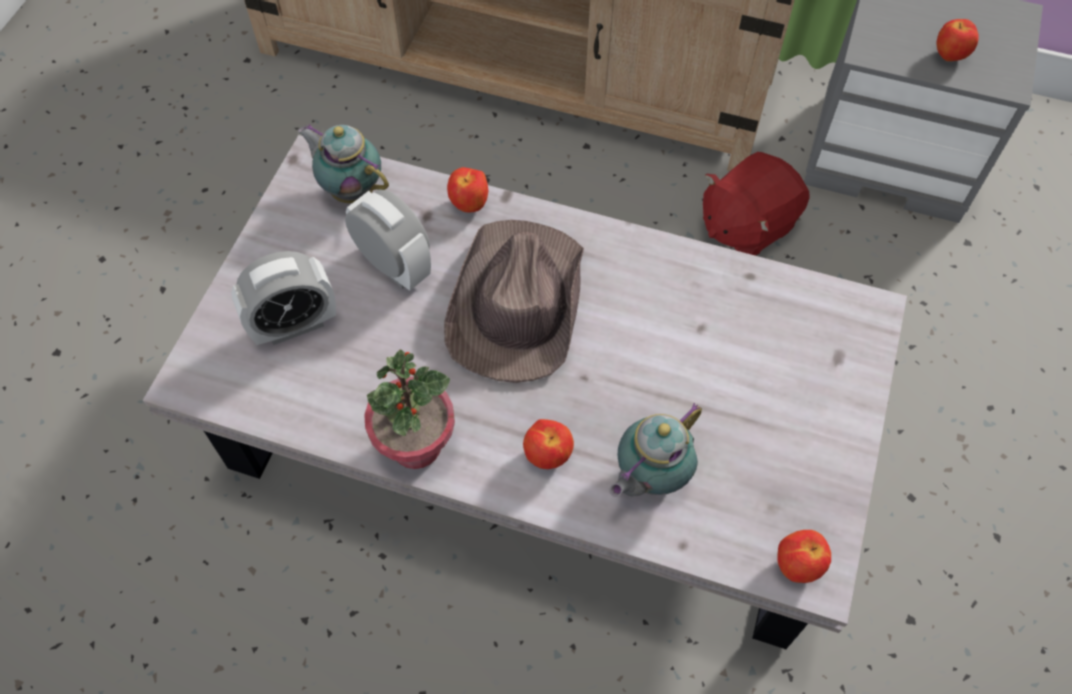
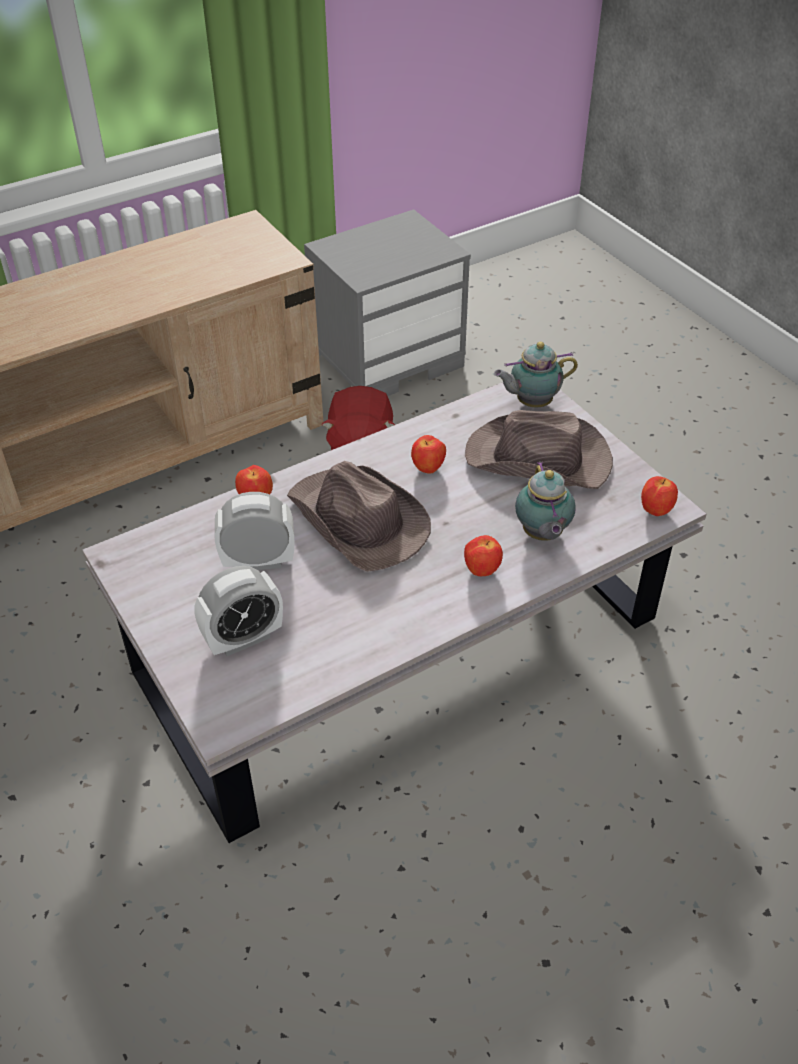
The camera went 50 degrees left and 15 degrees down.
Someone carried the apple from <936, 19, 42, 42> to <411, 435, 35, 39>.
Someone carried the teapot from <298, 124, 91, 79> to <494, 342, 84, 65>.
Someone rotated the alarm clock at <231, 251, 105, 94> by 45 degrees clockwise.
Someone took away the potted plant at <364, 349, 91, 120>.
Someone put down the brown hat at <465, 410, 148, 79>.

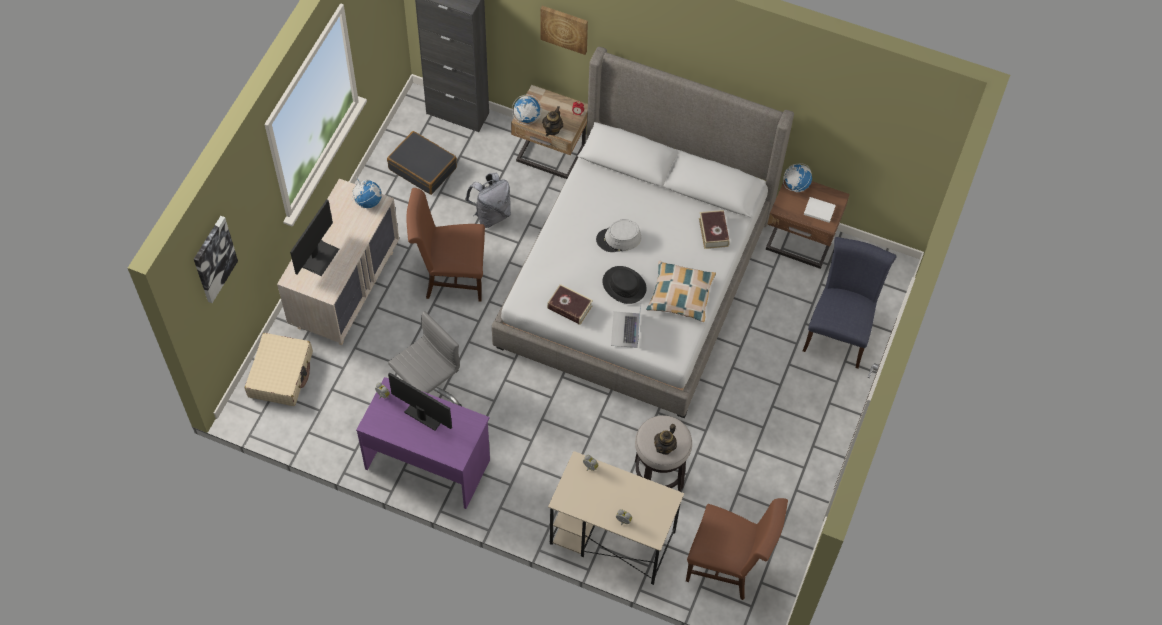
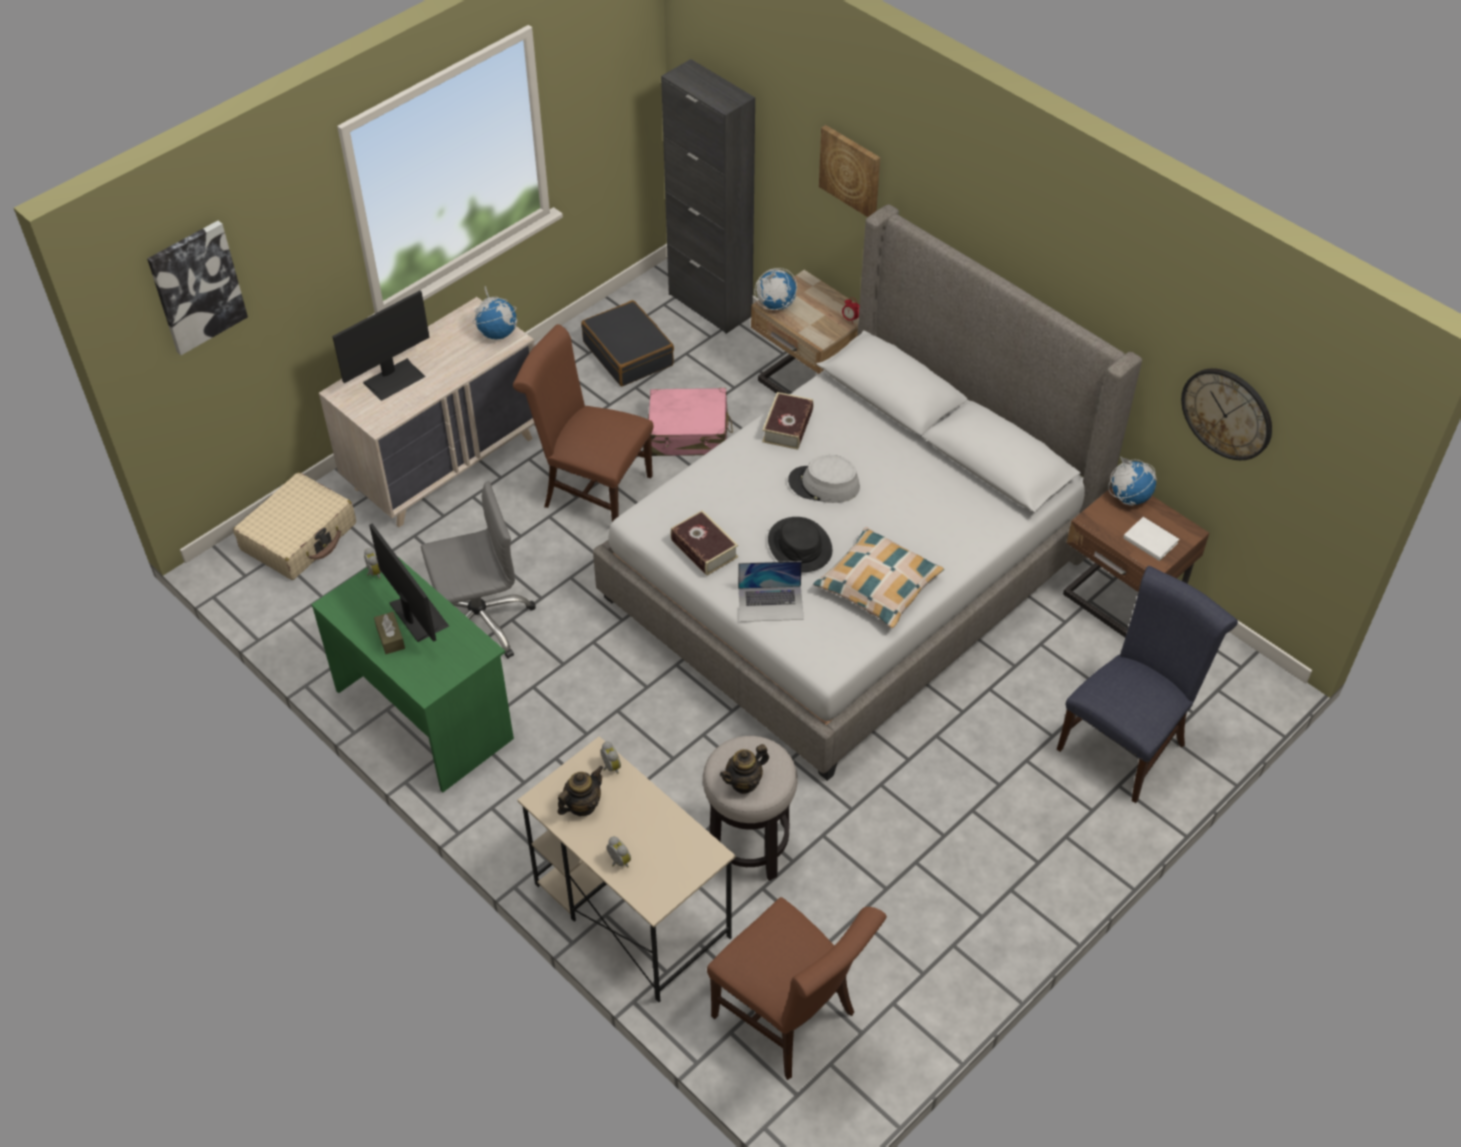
The camera went 25 degrees right and 10 degrees down.
Someone carried the teapot from <542, 106, 21, 30> to <558, 766, 45, 50>.
Someone swapped the grey backpack at <465, 172, 46, 56> for the pink suitcase at <648, 388, 85, 68>.
Someone carried the book from <699, 210, 31, 39> to <762, 392, 51, 58>.
Someone rotated the laptop at <611, 305, 30, 43> by 120 degrees counterclockwise.
Someone repainted the purple desk at <356, 377, 134, 132>, which became the green desk at <311, 556, 203, 236>.
Someone put up the wall clock at <1181, 368, 91, 92>.
Someone put down the brown tissue box at <374, 612, 31, 42>.

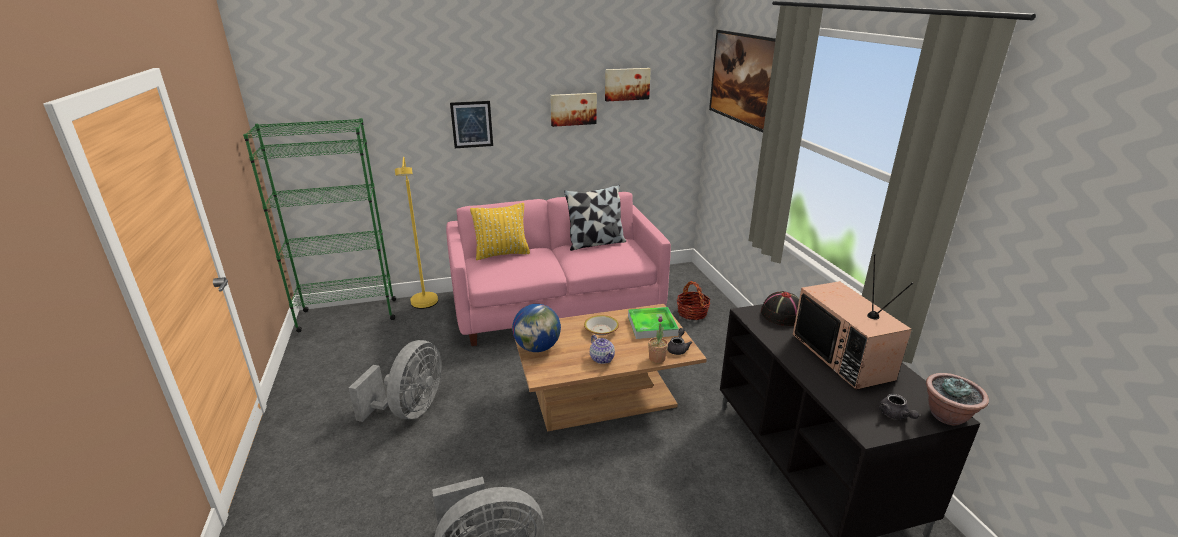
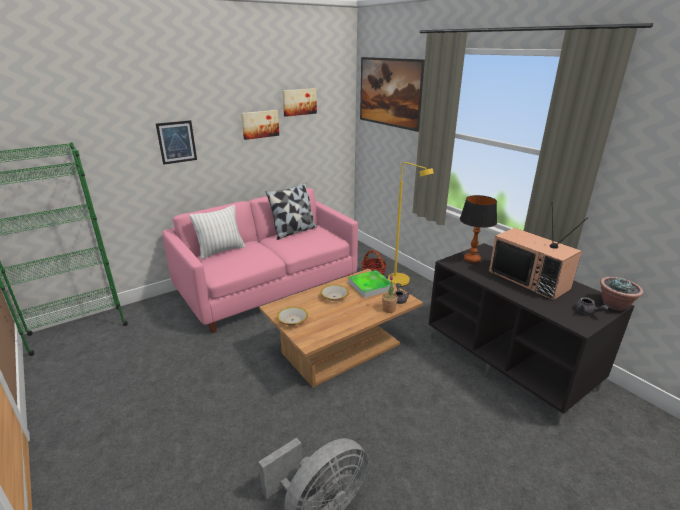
The camera went 20 degrees left and 0 degrees up.
Someone carried the yellow floor lamp from <395, 157, 43, 152> to <388, 162, 46, 125>.
Someone repainted the yellow pillow at <470, 203, 60, 57>, which became the white pillow at <190, 205, 55, 54>.
Someone swapped the black hat at <761, 291, 38, 35> for the table lamp at <460, 195, 37, 68>.
Someone swapped the globe at <512, 304, 49, 48> for the bowl at <277, 307, 31, 19>.
Someone took away the teapot at <590, 335, 25, 29>.
Someone took away the grey fan at <349, 340, 92, 82>.

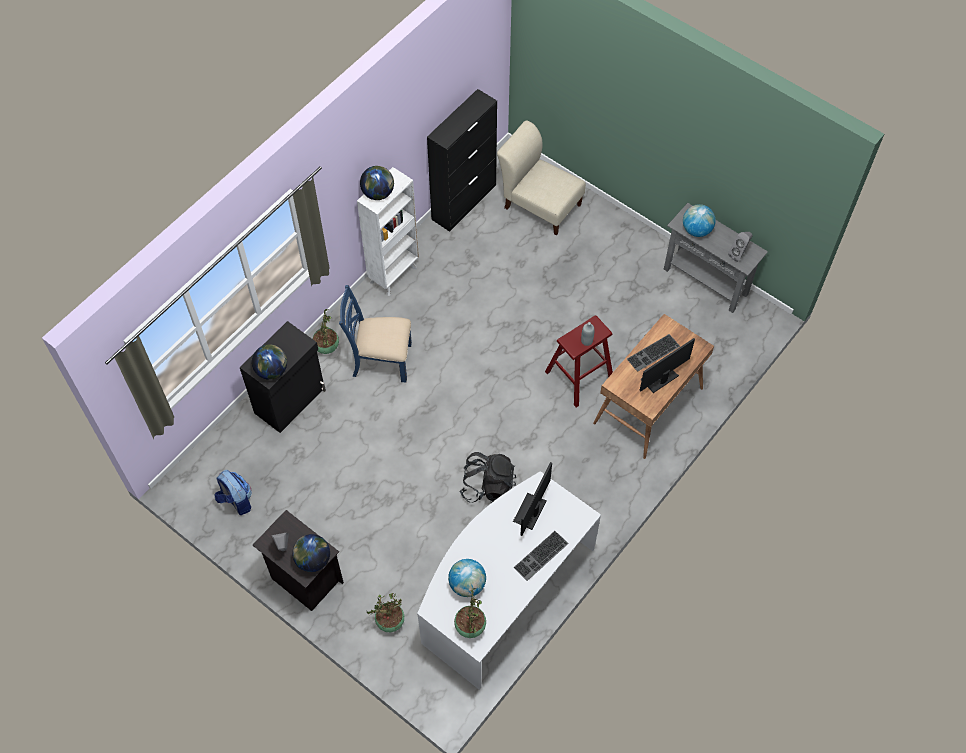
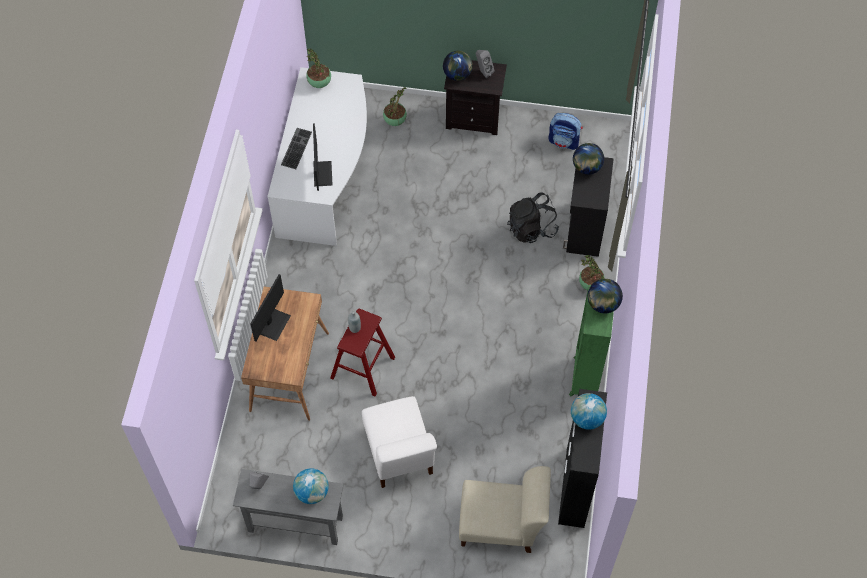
The camera went 150 degrees right and 0 degrees up.
Someone repainted the white bookcase at <357, 167, 62, 129>, which became the green bookcase at <569, 285, 45, 111>.
Someone took away the blue chair at <339, 285, 73, 97>.
Someone took away the keyboard at <627, 334, 53, 38>.
Someone carried the black backpack from <459, 452, 57, 51> to <507, 192, 52, 51>.
Someone carried the globe from <448, 559, 38, 38> to <571, 393, 36, 37>.
Someone put down the white chair at <362, 396, 75, 92>.

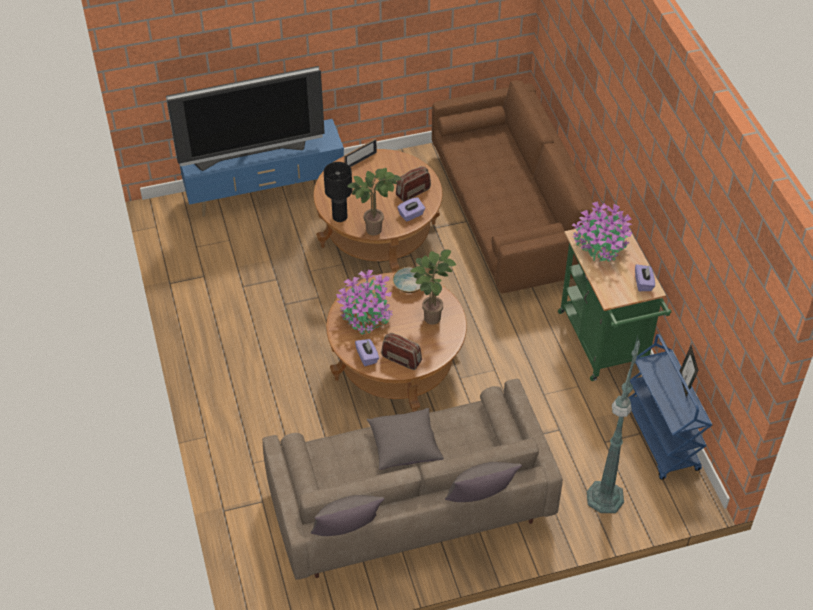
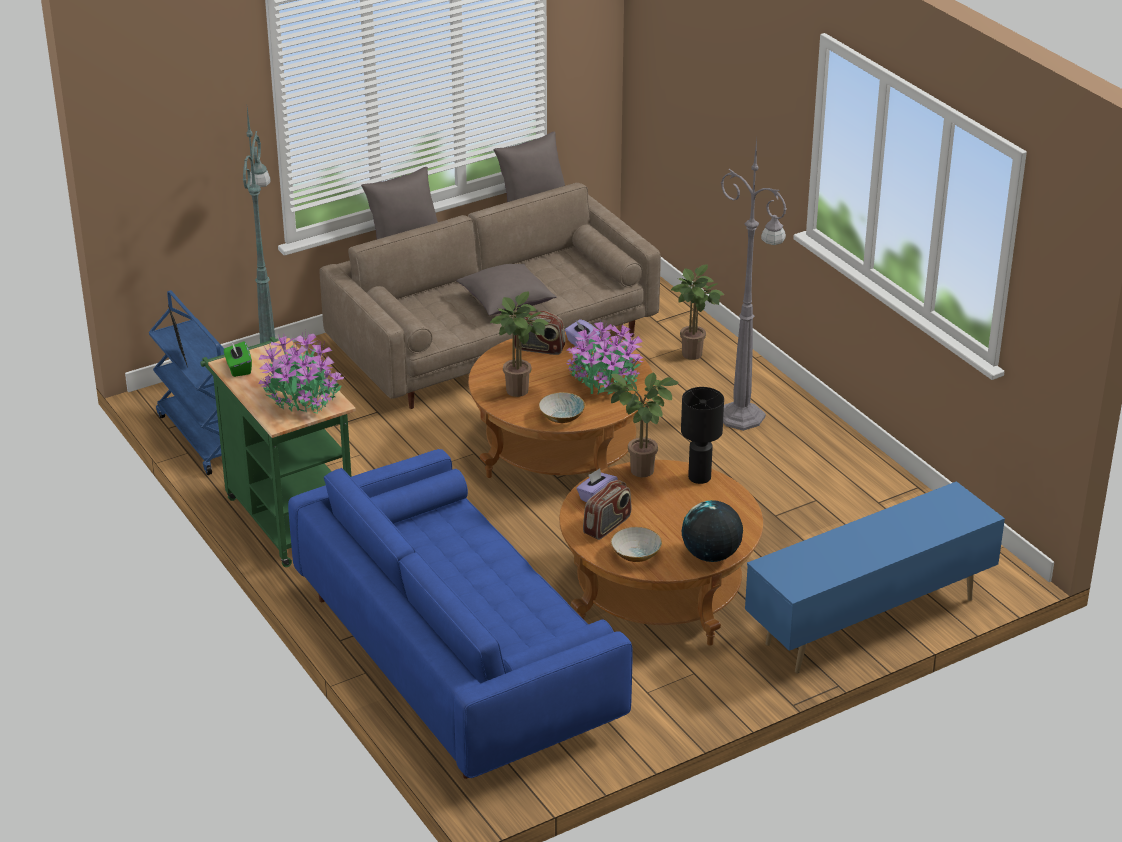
The camera went 165 degrees right and 15 degrees down.
Someone took away the television at <166, 66, 159, 105>.
Someone repainted the brown sofa at <432, 80, 172, 214>, which became the blue sofa at <288, 449, 345, 330>.
Someone swapped the picture frame at <344, 138, 33, 29> for the globe at <682, 500, 61, 62>.
Someone repainted the purple tissue box at <635, 264, 20, 27>, which became the green tissue box at <224, 341, 28, 36>.
Someone put down the grey floor lamp at <721, 138, 66, 293>.
Someone put down the potted plant at <671, 264, 53, 96>.
Someone put down the bowl at <611, 527, 51, 35>.

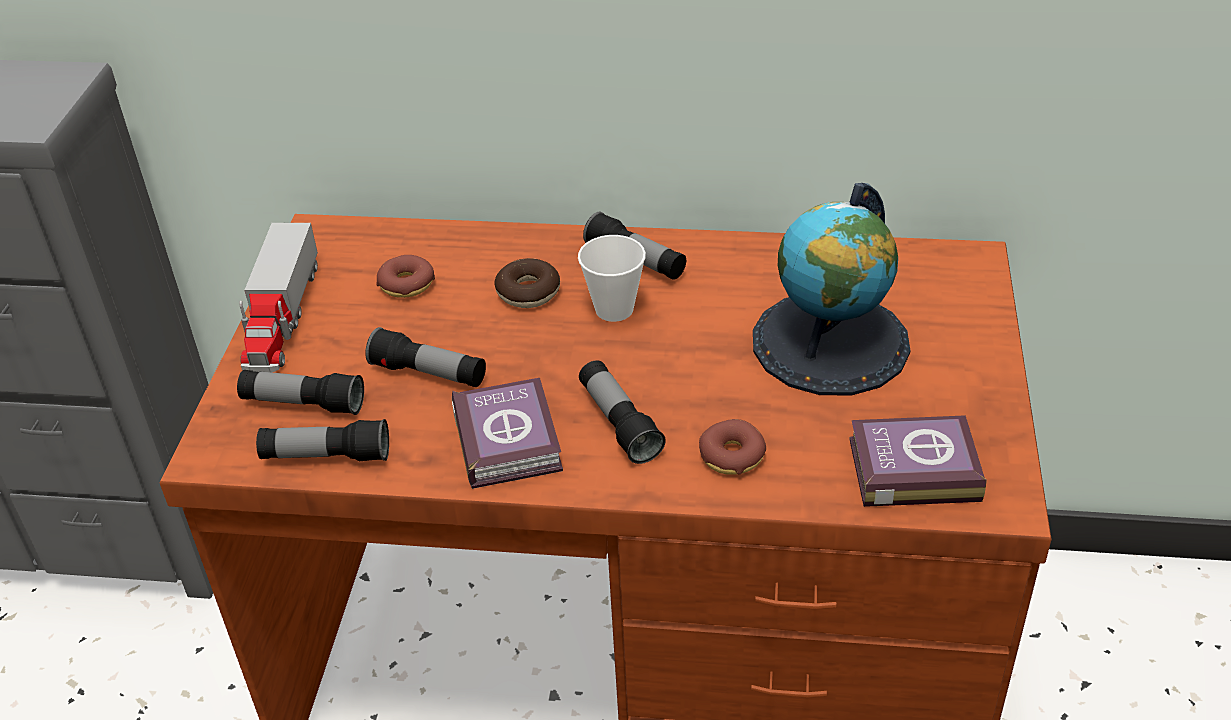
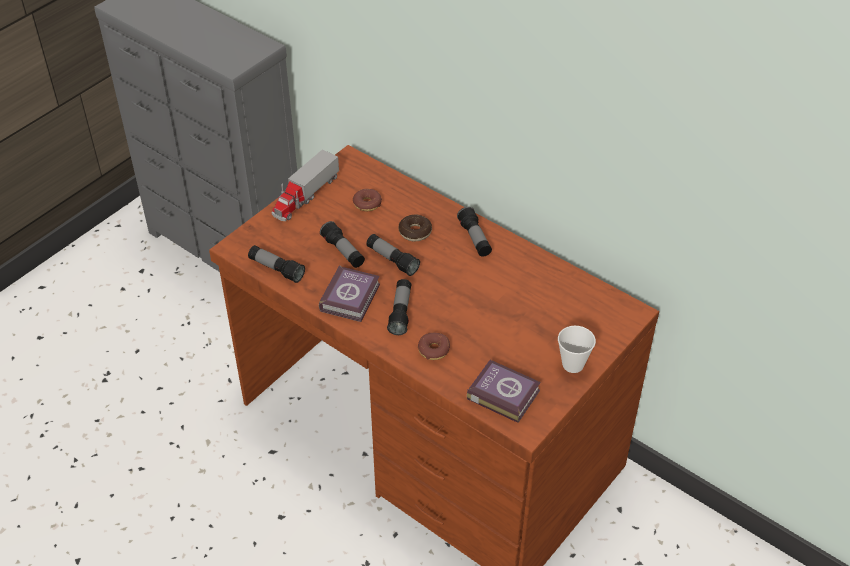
The camera went 30 degrees right and 5 degrees up.
Someone took away the globe at <753, 183, 157, 212>.
Someone carried the cup from <578, 235, 68, 87> to <558, 326, 38, 47>.
Someone carried the flashlight from <237, 370, 127, 45> to <366, 234, 54, 42>.

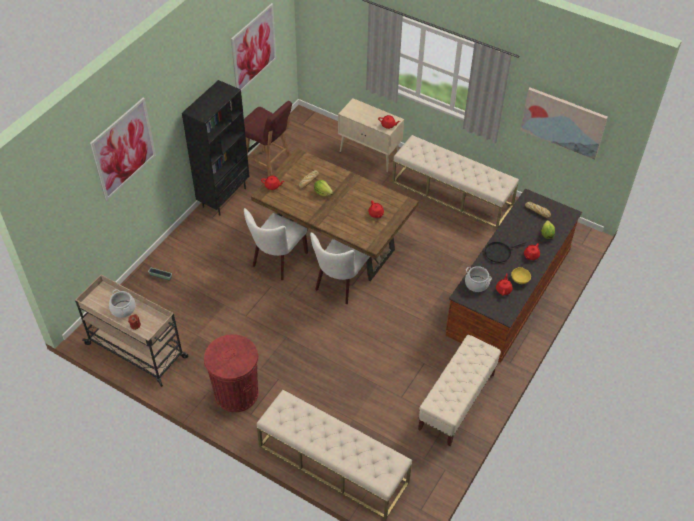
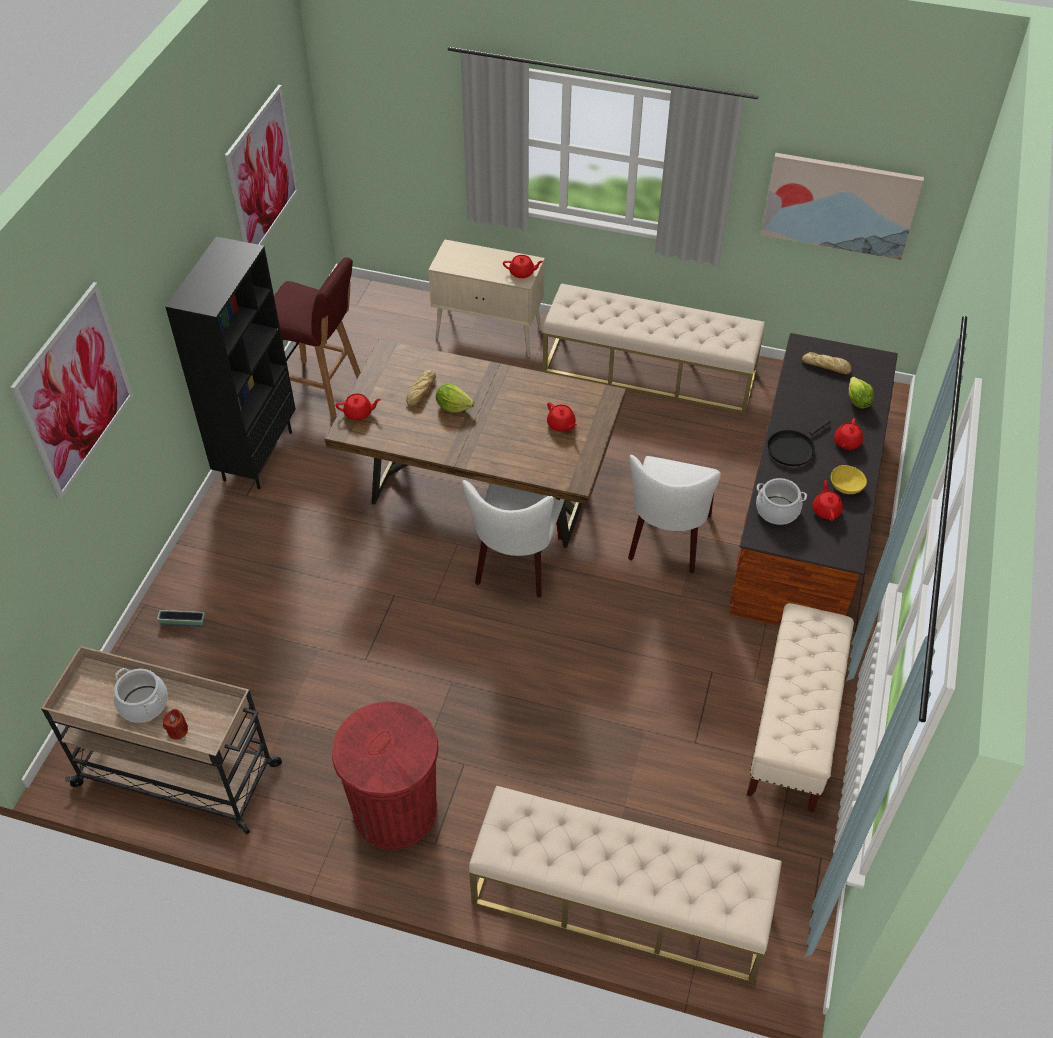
The camera went 15 degrees left and 0 degrees up.
Someone carried the white chair from <244, 208, 64, 72> to <628, 455, 93, 118>.

